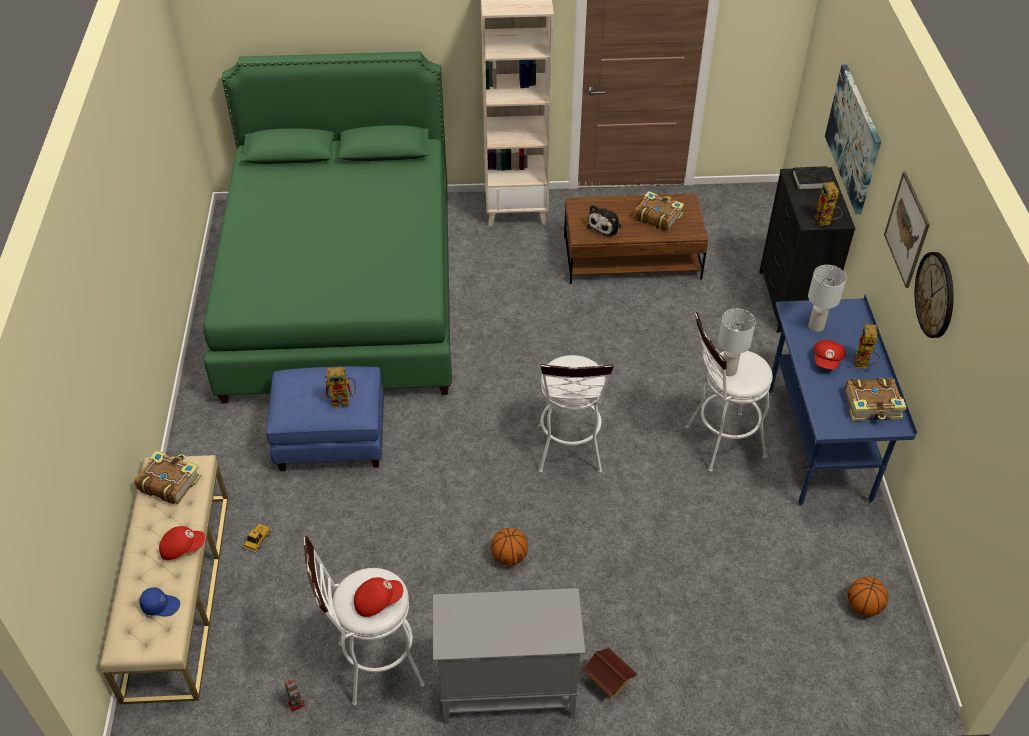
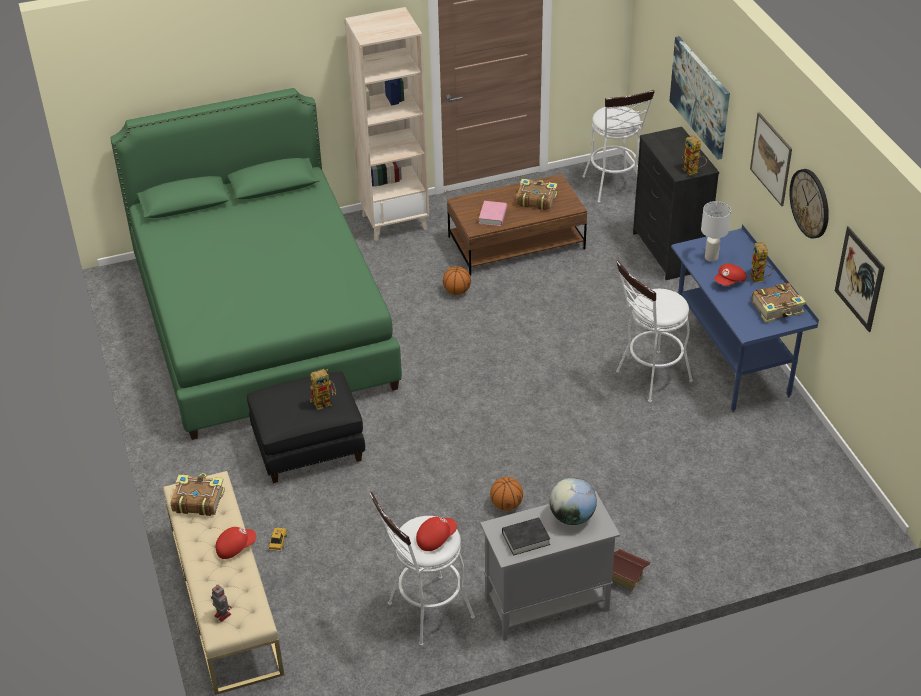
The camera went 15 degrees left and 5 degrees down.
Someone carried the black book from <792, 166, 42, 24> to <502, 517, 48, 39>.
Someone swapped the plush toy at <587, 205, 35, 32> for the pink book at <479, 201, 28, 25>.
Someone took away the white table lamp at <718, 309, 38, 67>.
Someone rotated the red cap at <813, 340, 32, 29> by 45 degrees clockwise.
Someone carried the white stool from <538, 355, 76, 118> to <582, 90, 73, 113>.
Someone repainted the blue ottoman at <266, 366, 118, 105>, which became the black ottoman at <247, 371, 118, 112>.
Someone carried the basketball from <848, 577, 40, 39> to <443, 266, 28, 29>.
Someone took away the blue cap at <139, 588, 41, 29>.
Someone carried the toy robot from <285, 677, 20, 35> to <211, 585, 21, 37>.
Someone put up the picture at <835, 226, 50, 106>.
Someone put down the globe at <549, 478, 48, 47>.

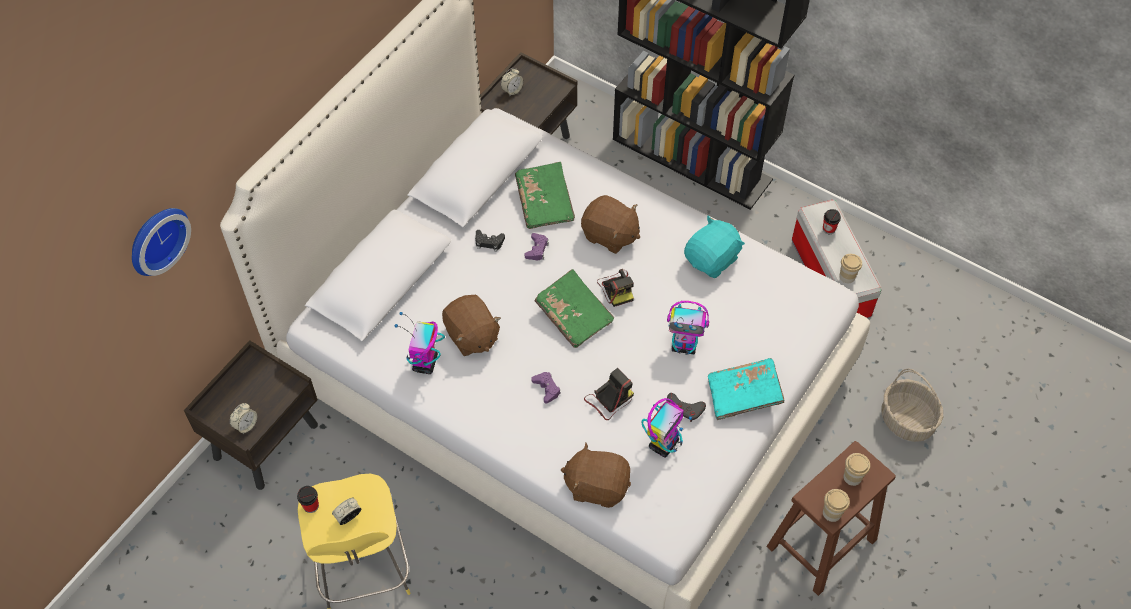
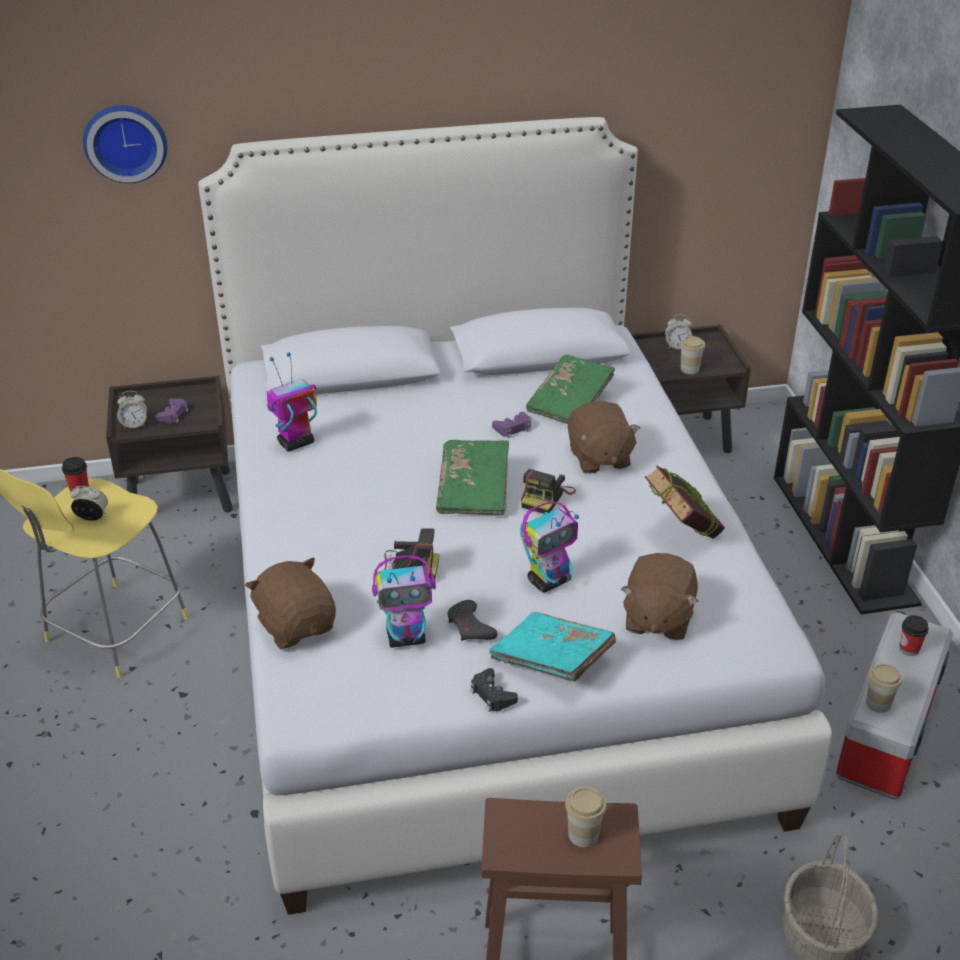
The camera went 45 degrees right and 20 degrees down.
Someone swapped the turquoise plush toy at <684, 216, 61, 62> for the book at <645, 466, 80, 73>.
Someone carried the black game controller from <475, 230, 30, 22> to <470, 668, 48, 44>.
Someone carried the brown plush toy from <442, 295, 59, 61> to <621, 553, 78, 87>.
Someone rotated the toy robot at <667, 301, 42, 54> by 90 degrees counterclockwise.
Someone carried the purple game controller from <532, 372, 29, 32> to <155, 398, 33, 25>.
Someone carried the cup from <823, 489, 27, 33> to <680, 336, 25, 38>.

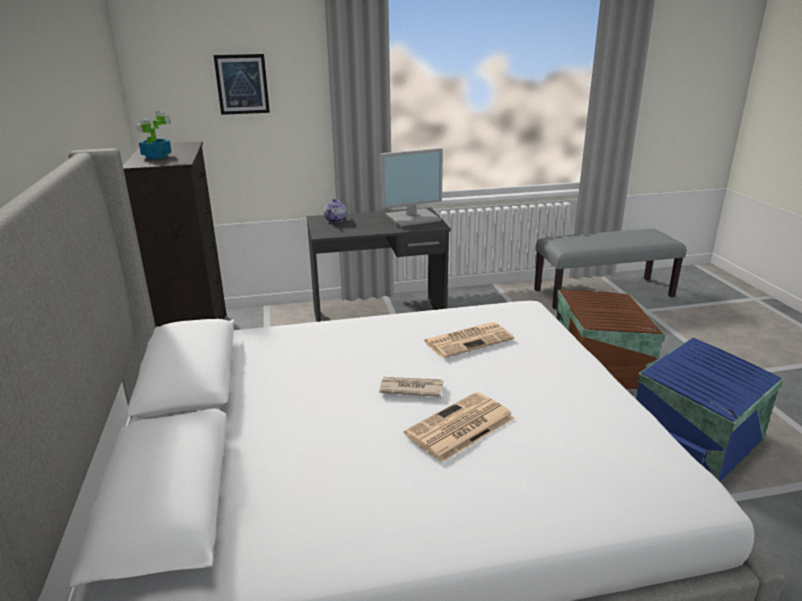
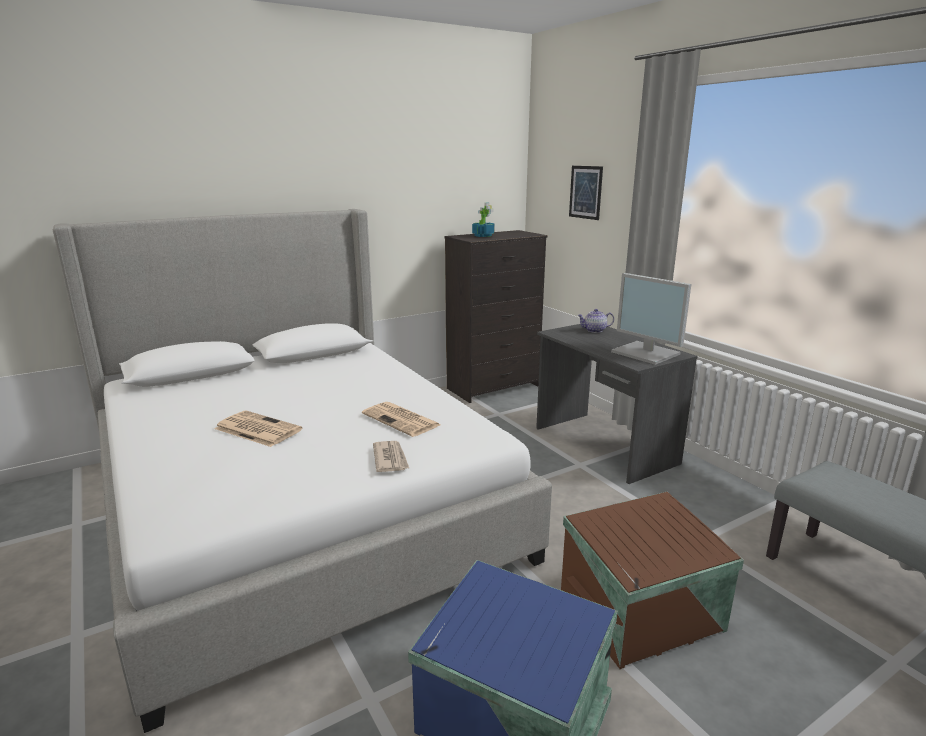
The camera went 70 degrees right and 5 degrees down.
Someone carried the newspaper from <379, 377, 65, 20> to <373, 441, 36, 31>.

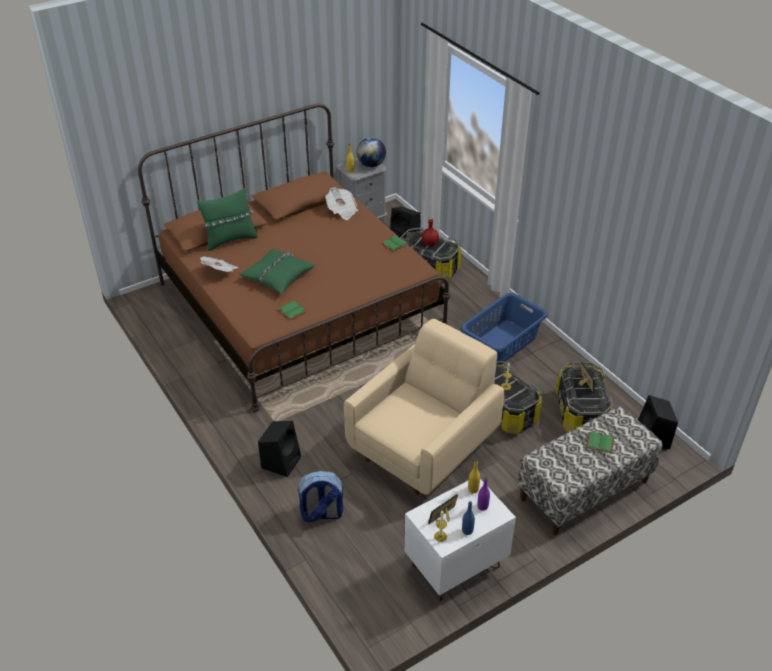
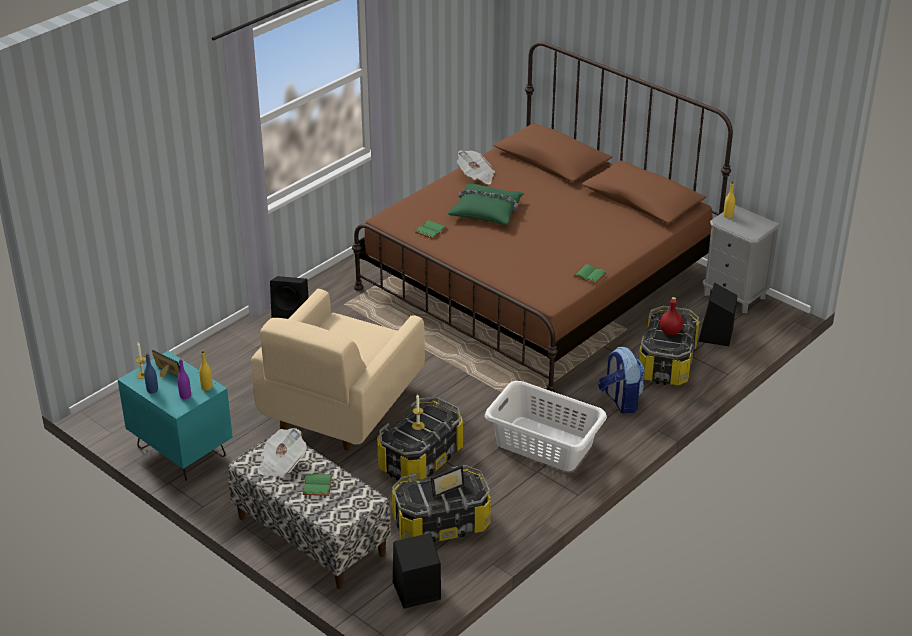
The camera went 75 degrees right and 5 degrees down.
Someone took away the globe at <357, 137, 29, 30>.
Someone carried the newspaper from <325, 187, 33, 33> to <257, 428, 50, 50>.
Someone took away the green pillow at <197, 188, 60, 63>.
Someone repainted the blue laundry basket at <461, 293, 87, 72>, which became the white laundry basket at <485, 381, 122, 90>.
Someone rotated the beige armchair at <344, 319, 160, 176> by 90 degrees clockwise.
Someone carried the backpack from <297, 471, 46, 52> to <598, 347, 47, 67>.
Someone repainted the white nightstand at <404, 479, 112, 122>, which became the turquoise nightstand at <118, 351, 115, 130>.

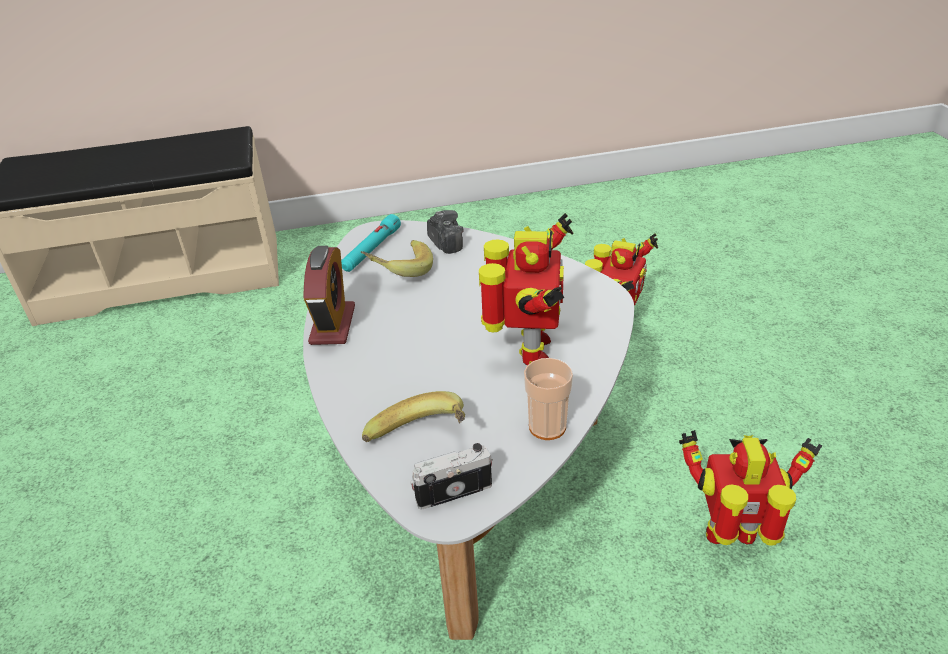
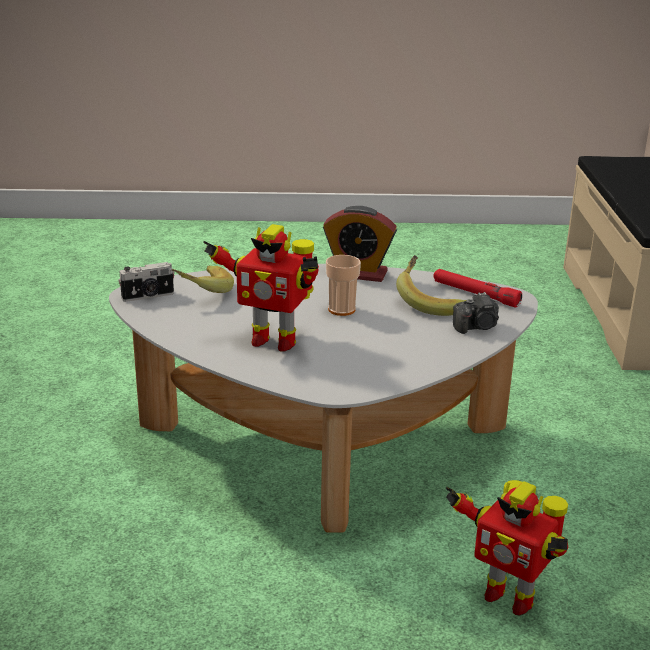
The camera went 100 degrees right and 10 degrees down.
Someone repainted the turquoise flashlight at <341, 214, 60, 58>, which became the red flashlight at <433, 269, 89, 39>.
Someone carried the cup from <524, 358, 49, 82> to <326, 255, 35, 61>.
Someone took away the toy robot at <679, 430, 143, 116>.
Someone rotated the photo camera at <410, 443, 83, 67> by 75 degrees clockwise.

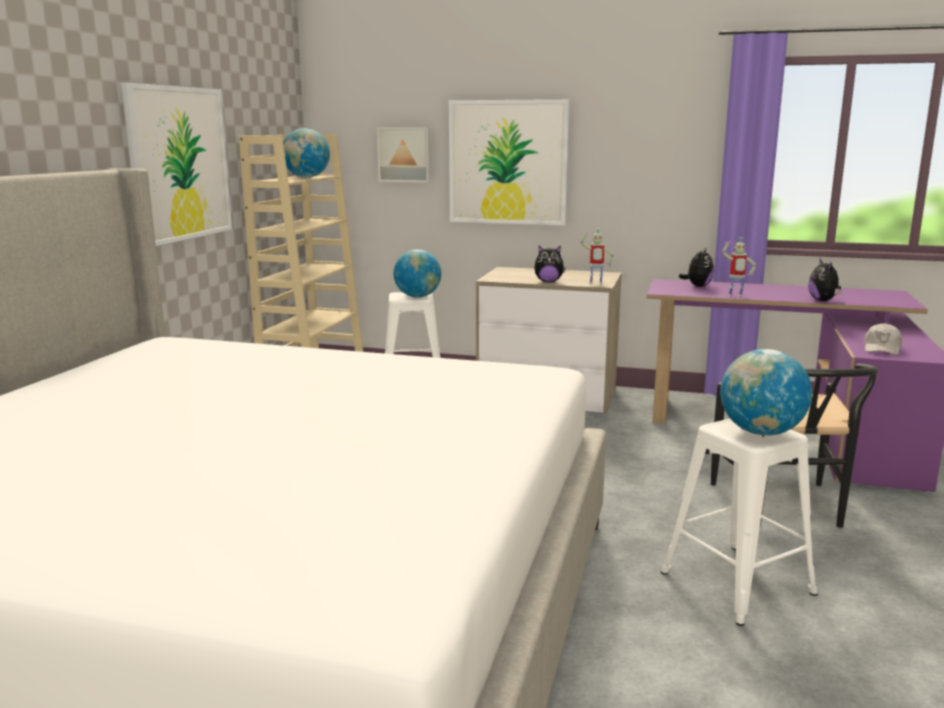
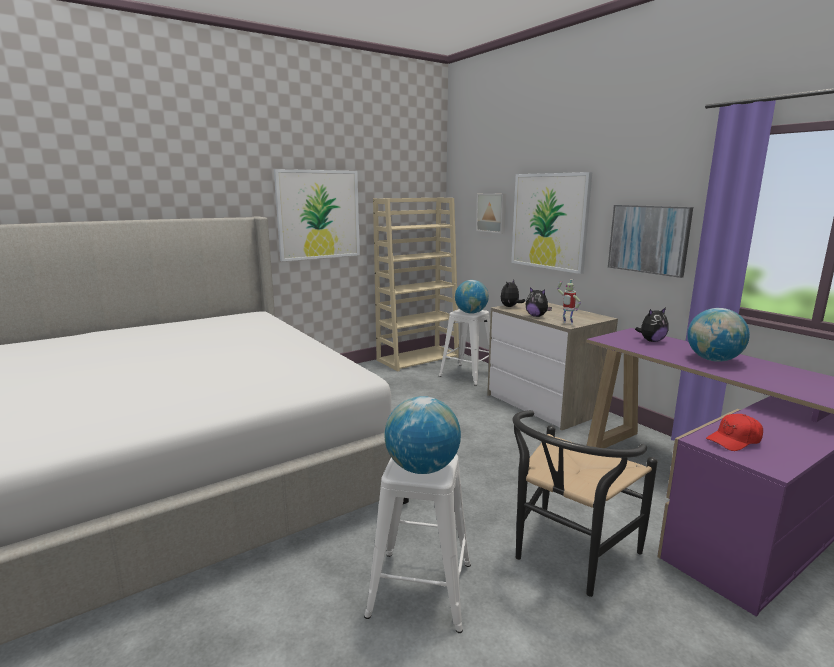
The camera went 40 degrees right and 0 degrees up.
Someone carried the globe from <283, 128, 47, 50> to <687, 308, 63, 54>.
Someone took away the toy robot at <722, 237, 35, 59>.
Someone carried the plush toy from <808, 259, 34, 42> to <501, 280, 24, 27>.
Someone repainted the white cap at <864, 323, 38, 32>, which became the red cap at <706, 414, 57, 37>.
Someone put up the picture at <608, 205, 85, 73>.

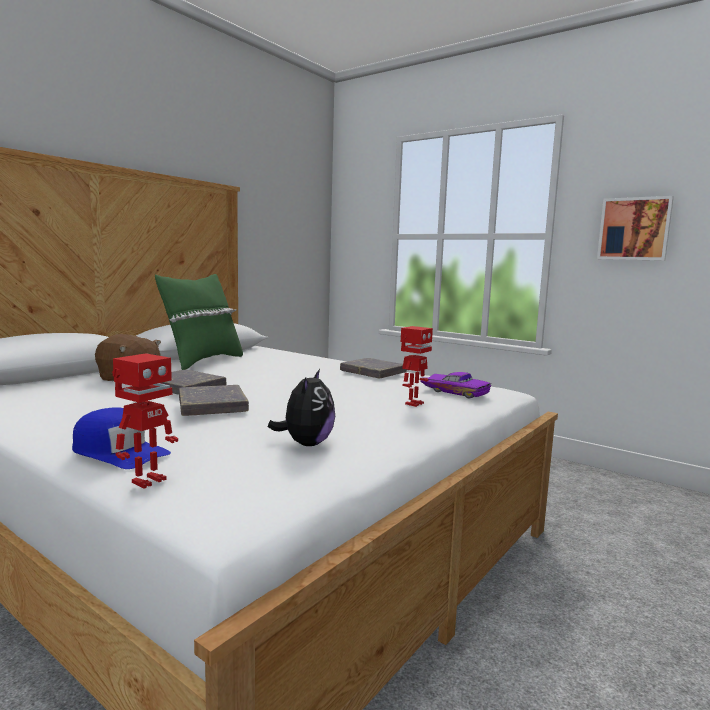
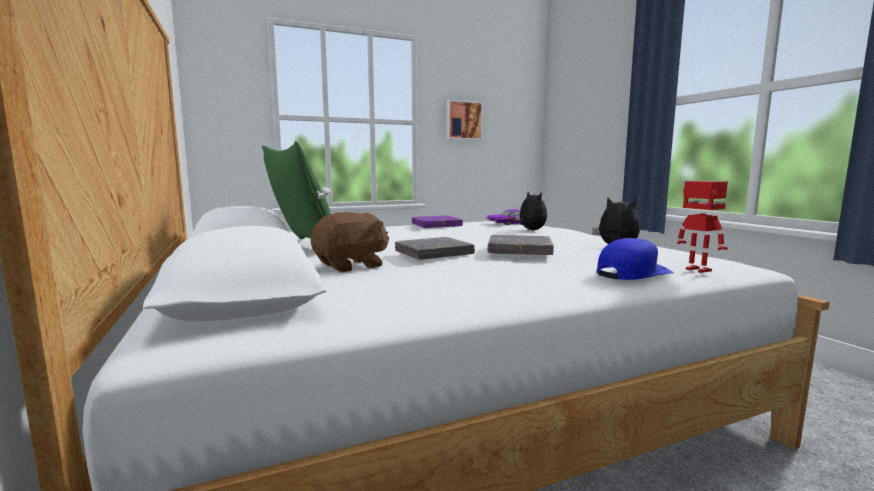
The camera went 60 degrees left and 0 degrees up.
Someone swapped the toy robot at <401, 326, 32, 81> for the plush toy at <515, 192, 32, 38>.
Someone repainted the grey book at <340, 358, 67, 20>, which became the purple book at <412, 216, 51, 12>.

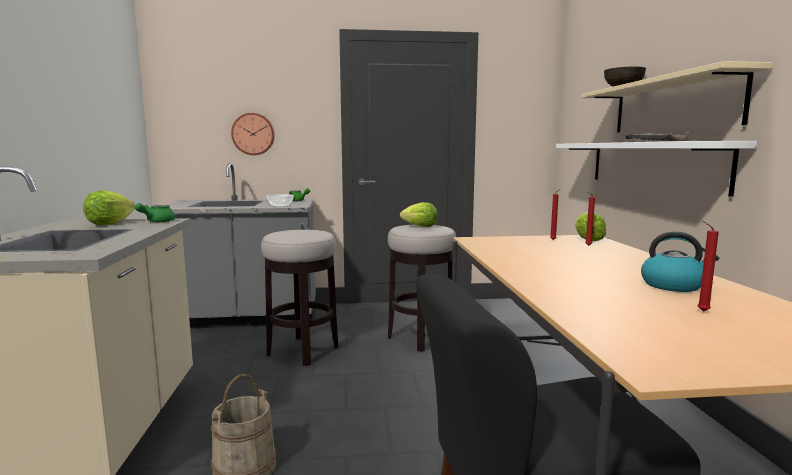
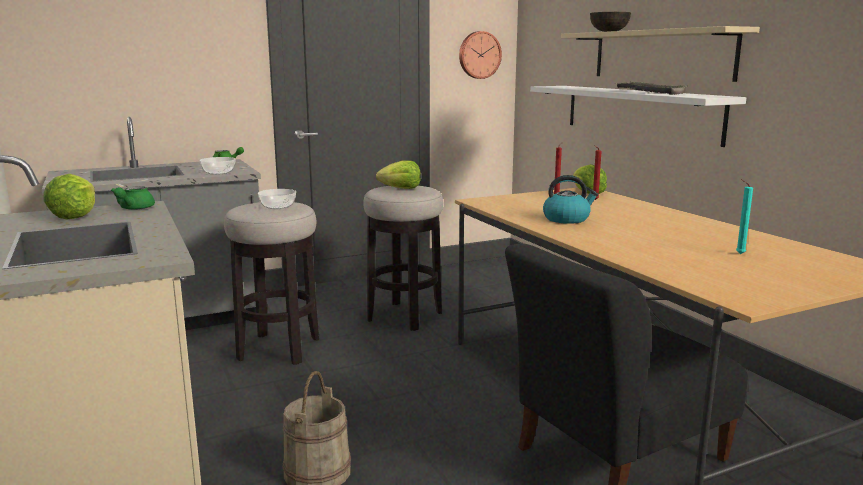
The camera went 20 degrees left and 5 degrees up.
Someone carried the wall clock from <231, 113, 44, 42> to <459, 31, 43, 48>.
Someone repainted the red candle at <697, 221, 22, 91>, which became the turquoise candle at <736, 179, 17, 75>.
Someone carried the kettle from <641, 232, 78, 60> to <543, 175, 56, 49>.
Someone put down the bowl at <258, 189, 38, 20>.

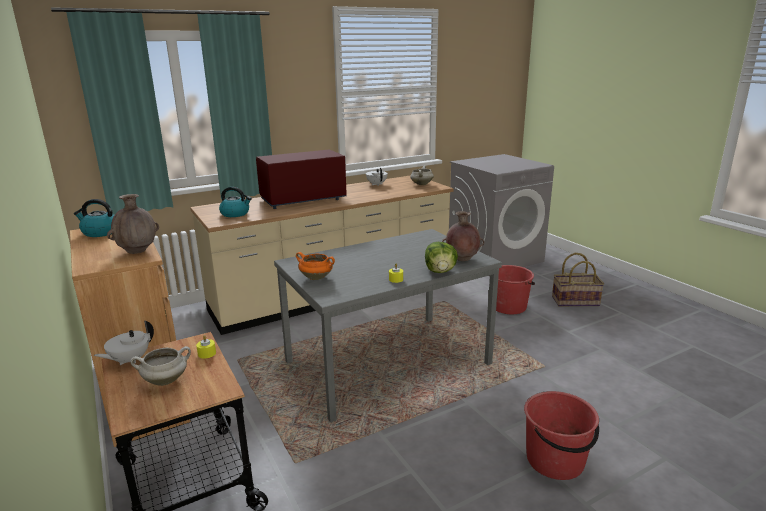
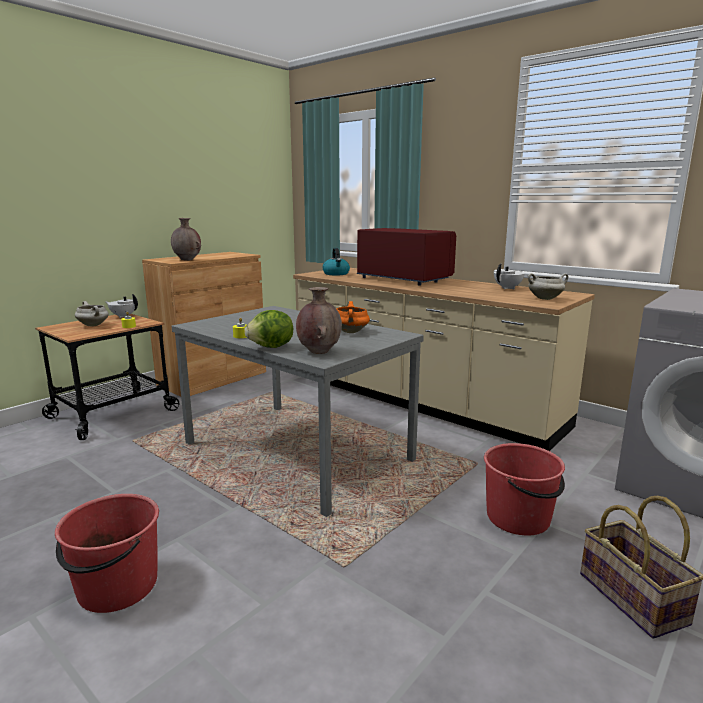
The camera went 70 degrees right and 5 degrees down.
Someone took away the kettle at <74, 199, 40, 38>.
Someone carried the orange cooking pot from <296, 252, 39, 28> to <337, 301, 33, 32>.

